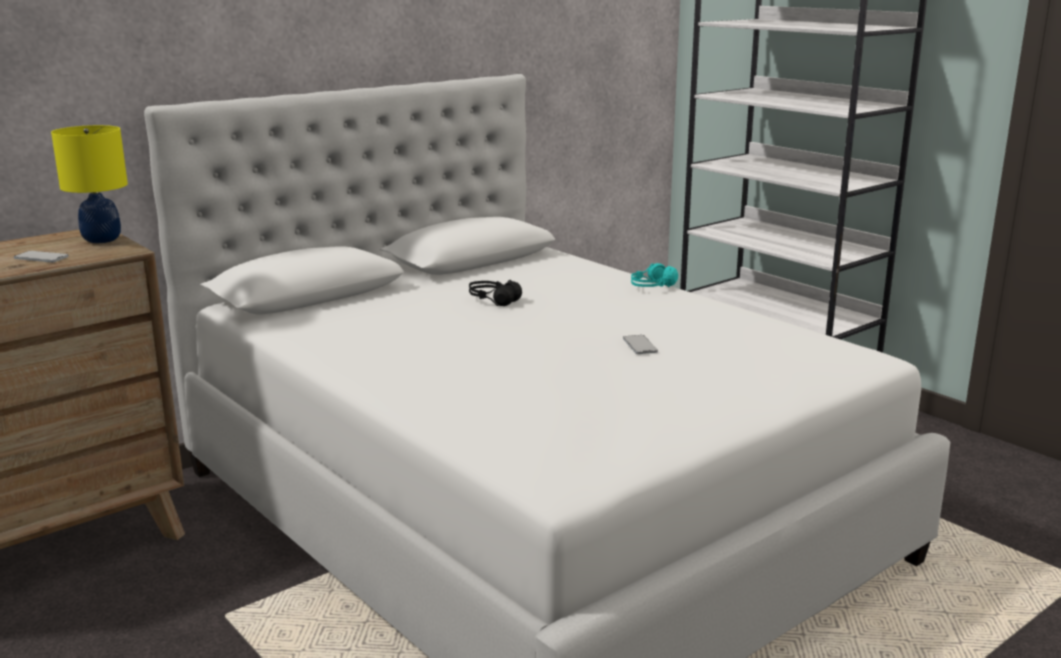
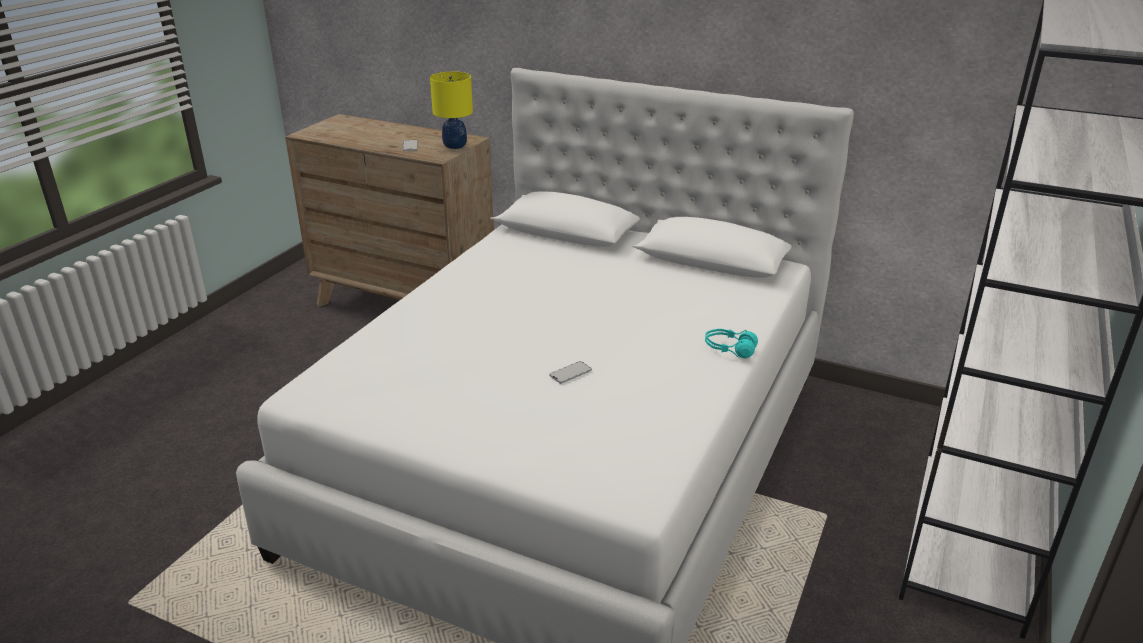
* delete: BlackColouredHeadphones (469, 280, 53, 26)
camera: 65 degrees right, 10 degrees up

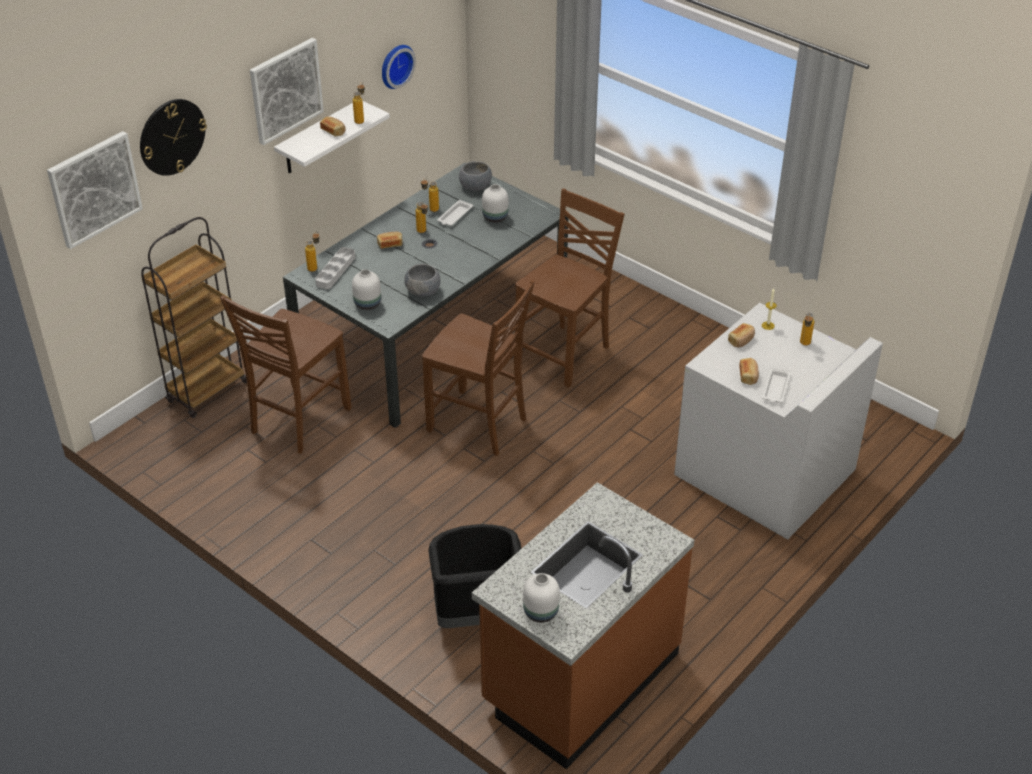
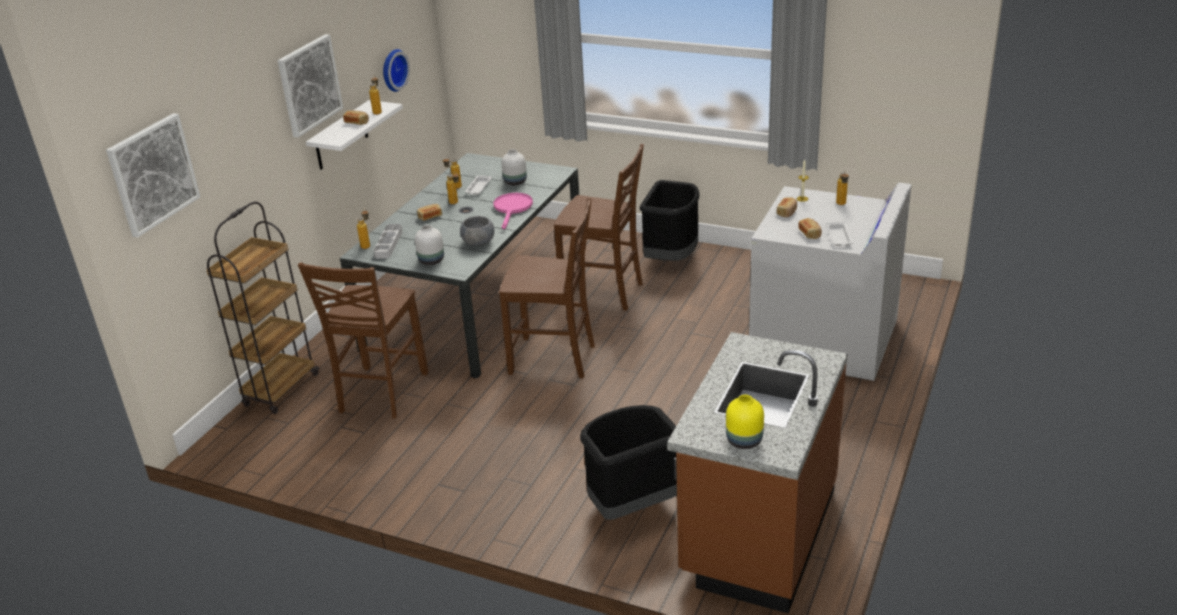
* delete: WallClock (140, 99, 67, 77)
* delete: GrayDeepDish (459, 161, 33, 30)
* insert: PinkishSkillet (494, 193, 39, 36)
* insert: BlackColouredWasteBin (640, 180, 60, 81)
* recolor: WhiteColouredVase (523, 573, 37, 50) to YellowColouredVase (726, 395, 38, 54)
* rotate: BrownChair (515, 188, 109, 200) = (554, 144, 90, 167) 90 degrees clockwise
camera: 15 degrees left, 10 degrees down

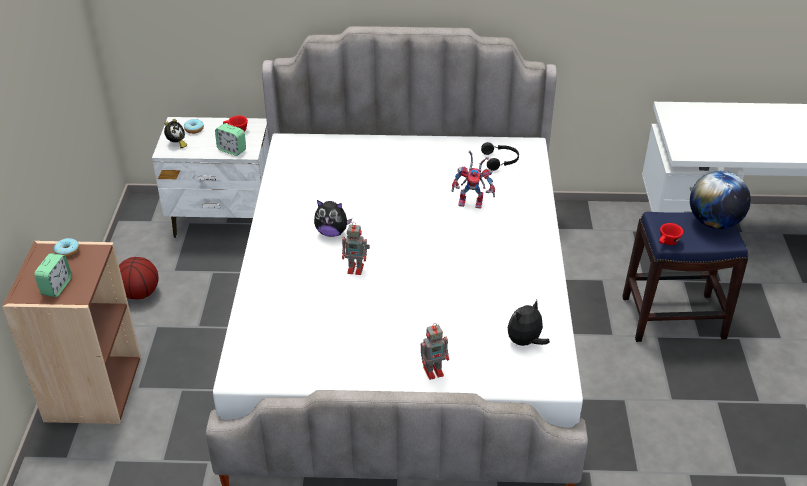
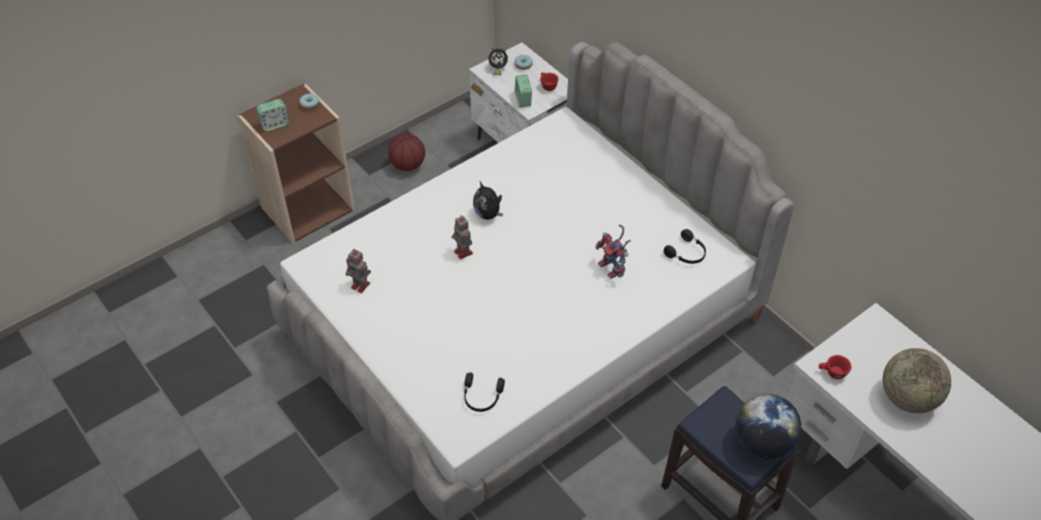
* insert: WorldGlobe (883, 348, 68, 65)
* move: RobotFigure (421, 323, 28, 57) to (346, 249, 25, 44)
* move: RedColouredSmallCup (659, 223, 24, 22) to (819, 355, 33, 24)
* replace: CuddlyToy (508, 300, 42, 46) to BlackColouredHeadphones (464, 372, 41, 40)
camera: 50 degrees right, 10 degrees up

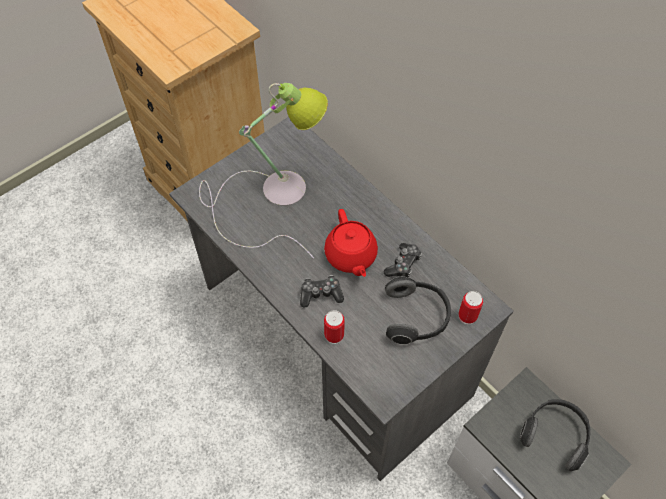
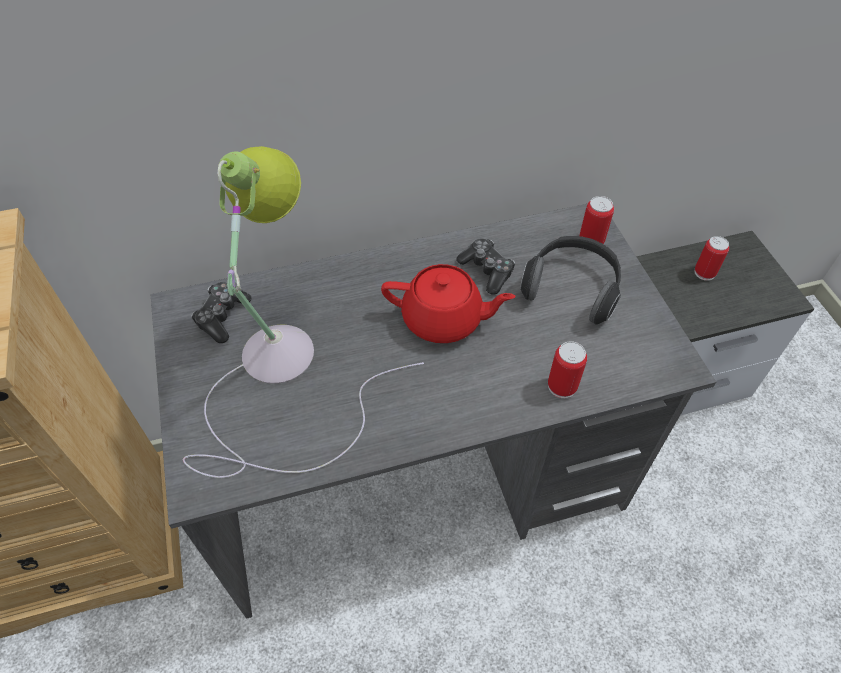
* move: GameController (300, 275, 44, 32) to (191, 282, 61, 61)
* replace: Headphones (520, 399, 71, 72) to SealedCan (694, 236, 35, 45)
camera: 65 degrees left, 5 degrees down

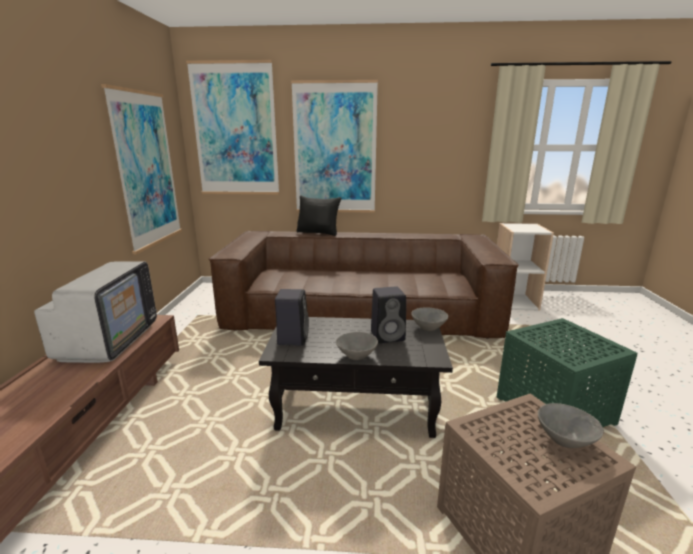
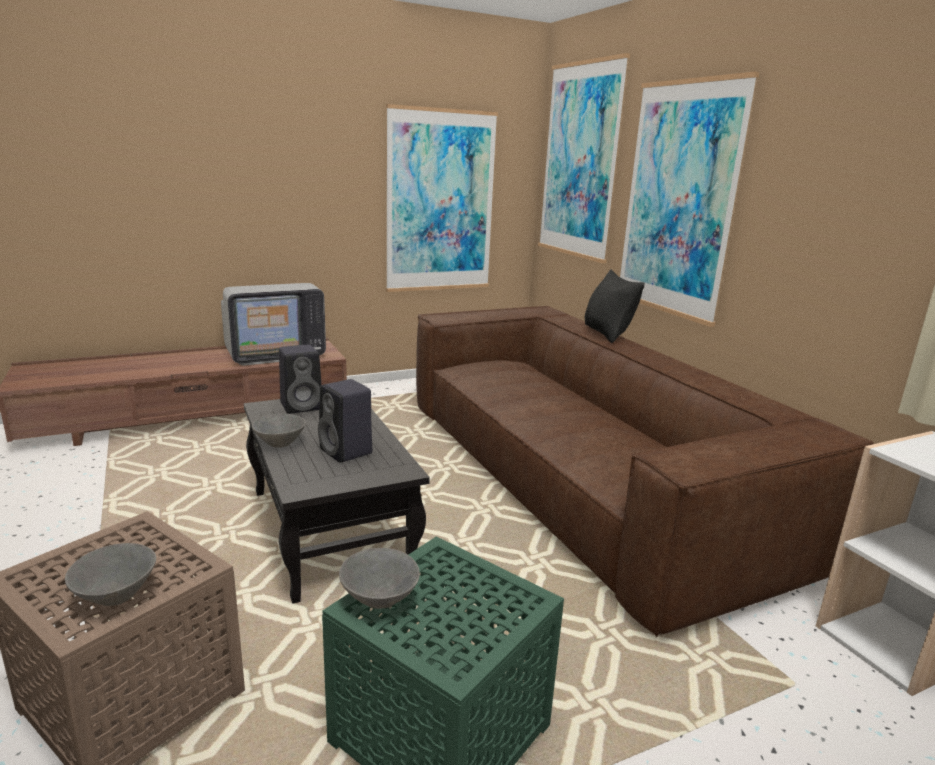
* move: GrayDeepDish (411, 308, 37, 23) to (339, 548, 81, 61)
camera: 60 degrees right, 0 degrees up

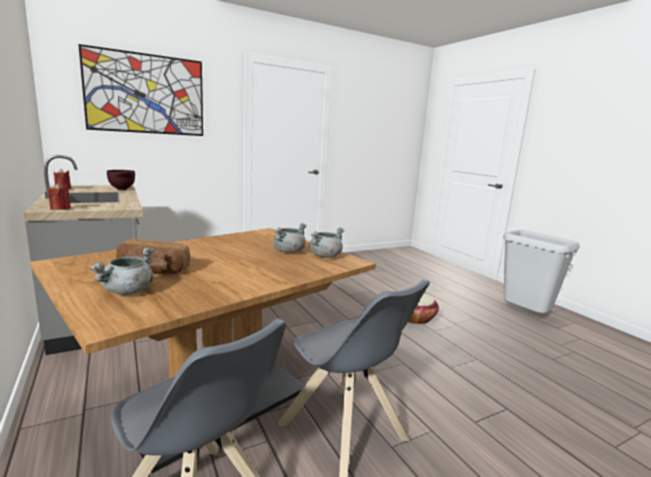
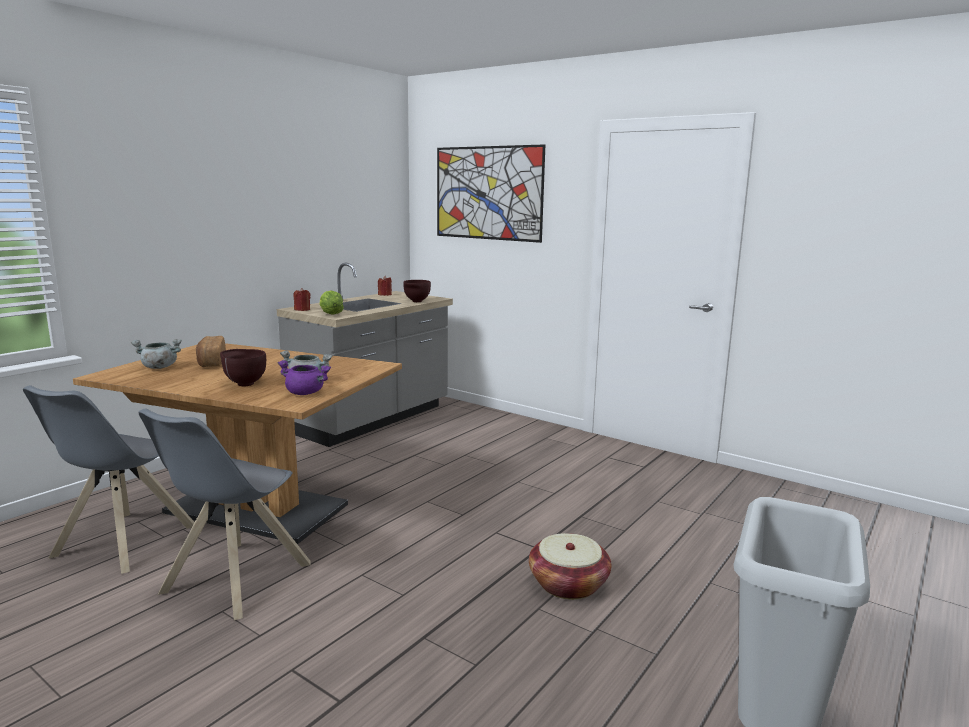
* insert: BrownDeepDish (220, 349, 46, 37)
* insert: HeadOfLettuce (319, 290, 25, 25)
* recolor: GrayCookingPot (309, 228, 36, 30) to PurplishCookingPot (278, 360, 53, 35)
camera: 65 degrees right, 0 degrees up

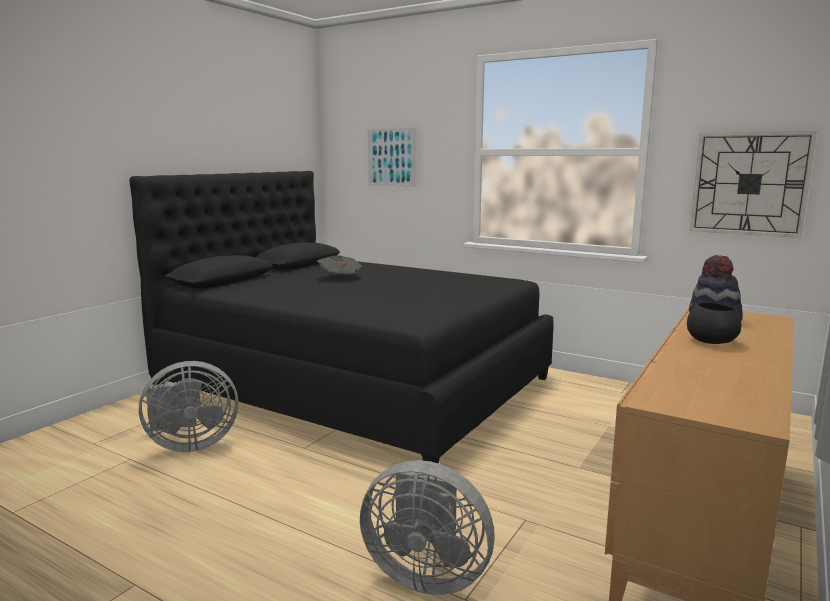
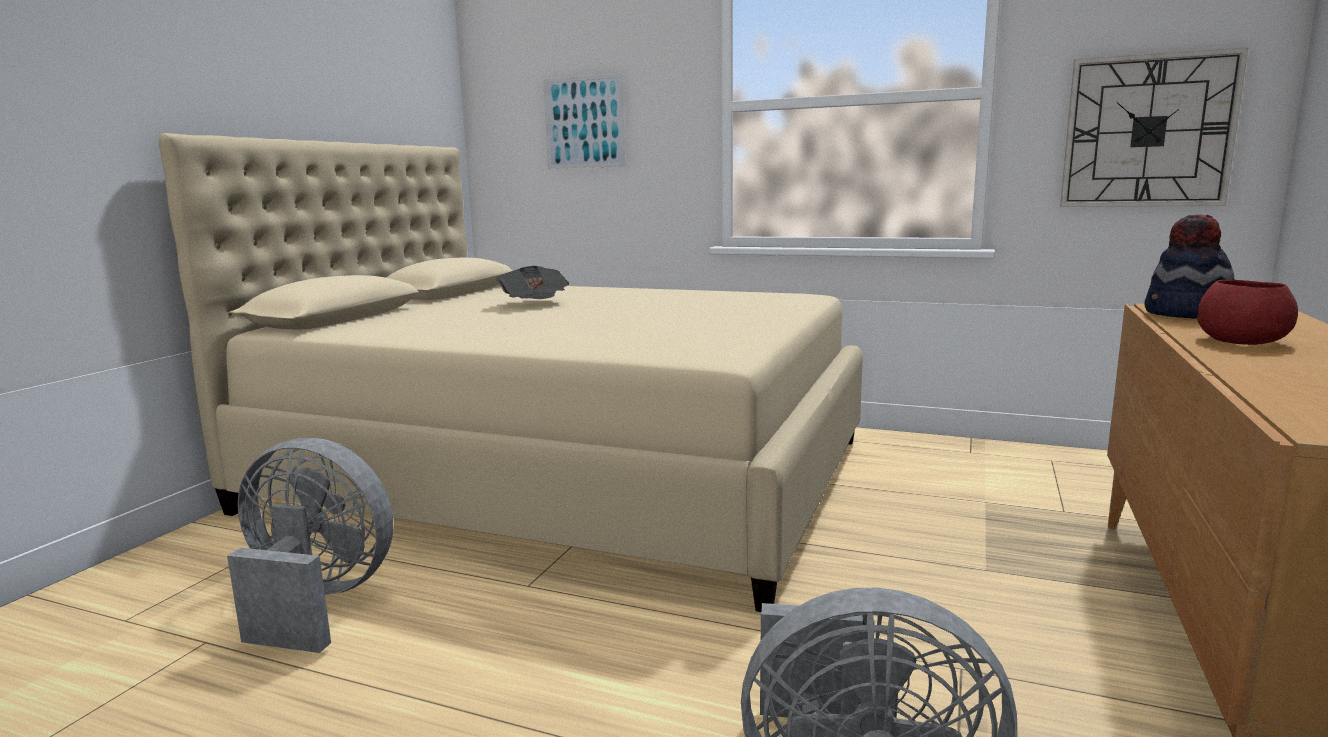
* recolor: BlackColouredSleepingBed (130, 171, 424, 293) to BeigeSleepingBed (159, 133, 704, 479)
* recolor: BlackColouredDeepDish (687, 302, 54, 42) to RedColouredDeepDish (1197, 279, 101, 66)
* rotate: GrayCoolingFan (139, 361, 99, 91) = (227, 438, 166, 215) 135 degrees counterclockwise
camera: 10 degrees left, 0 degrees up

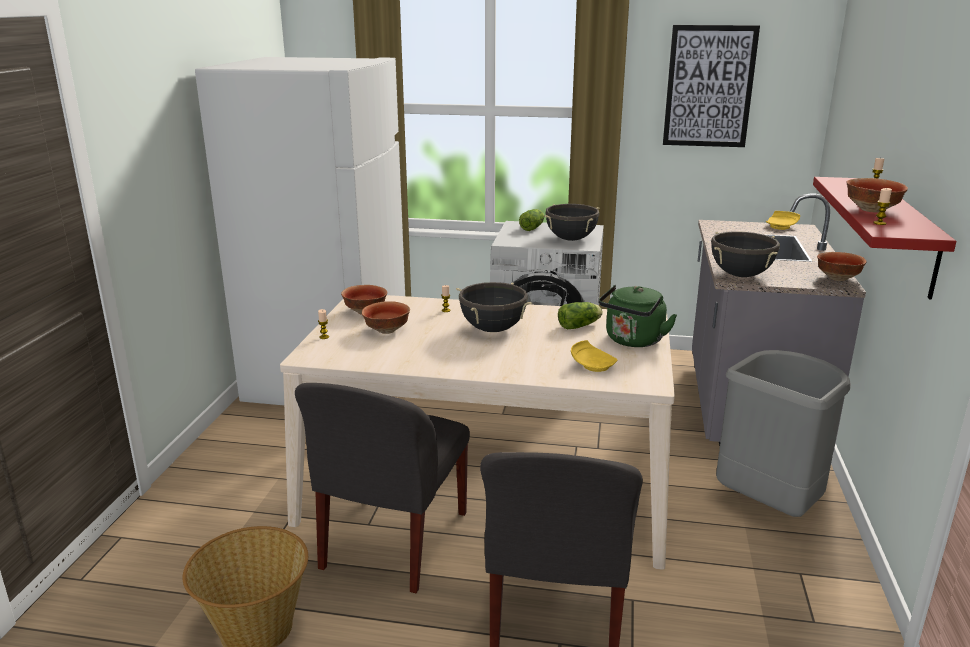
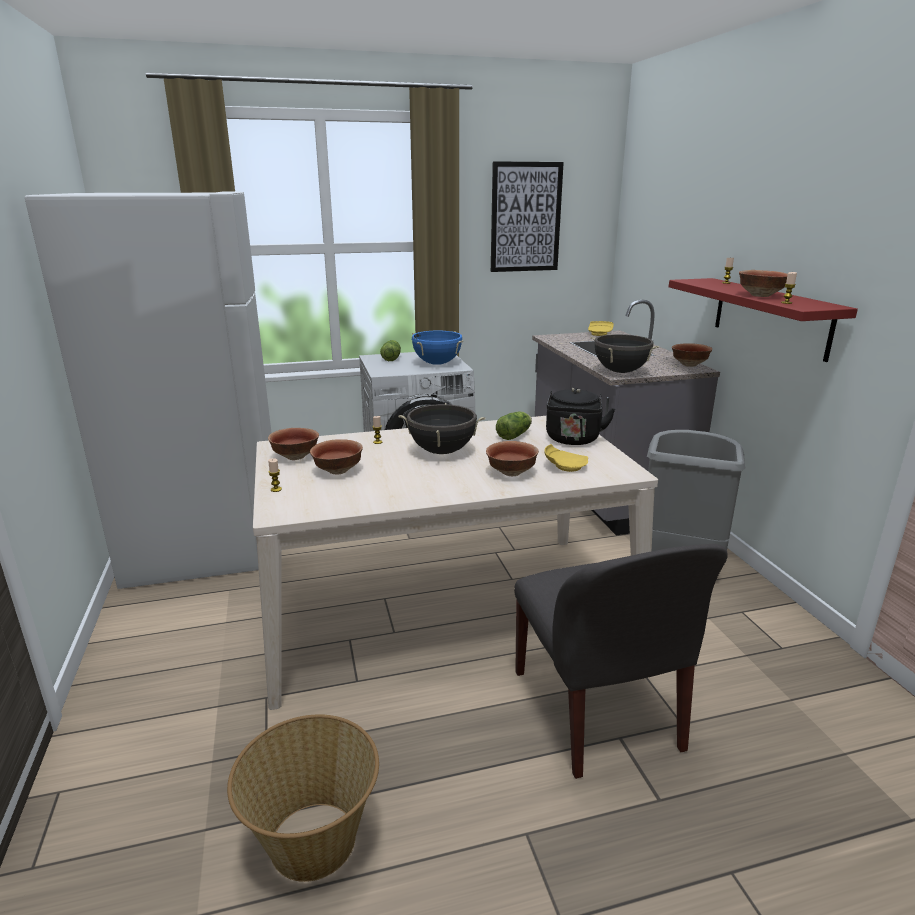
* delete: GrayChair (295, 383, 175, 210)
* insert: DeepDish (486, 441, 53, 35)
* recolor: BlackColouredCookingPot (544, 204, 56, 37) to BluishCookingPot (412, 331, 51, 34)
* recolor: GreenTeaKettle (599, 285, 78, 62) to BlackColouredTeaKettle (546, 388, 69, 57)
camera: 25 degrees left, 0 degrees up

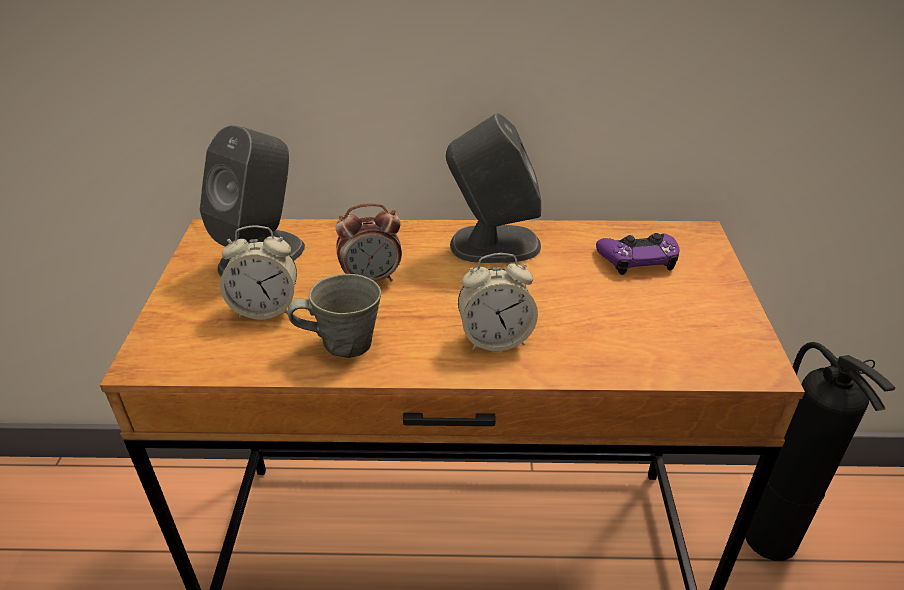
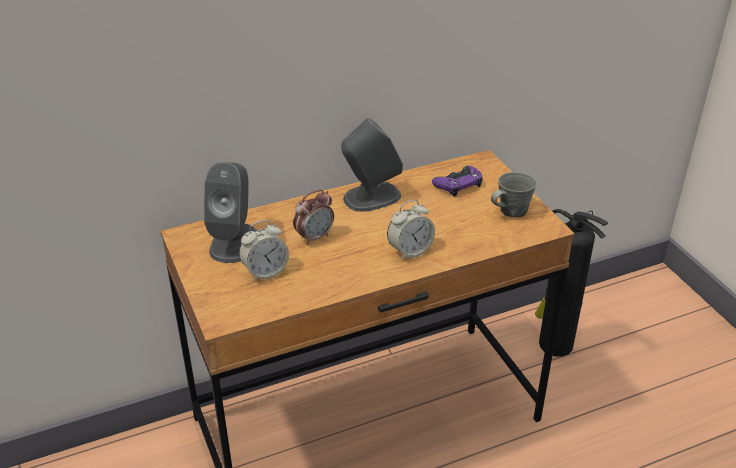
* move: GrayMug (288, 274, 93, 84) to (491, 172, 46, 46)
camera: 25 degrees left, 0 degrees up

